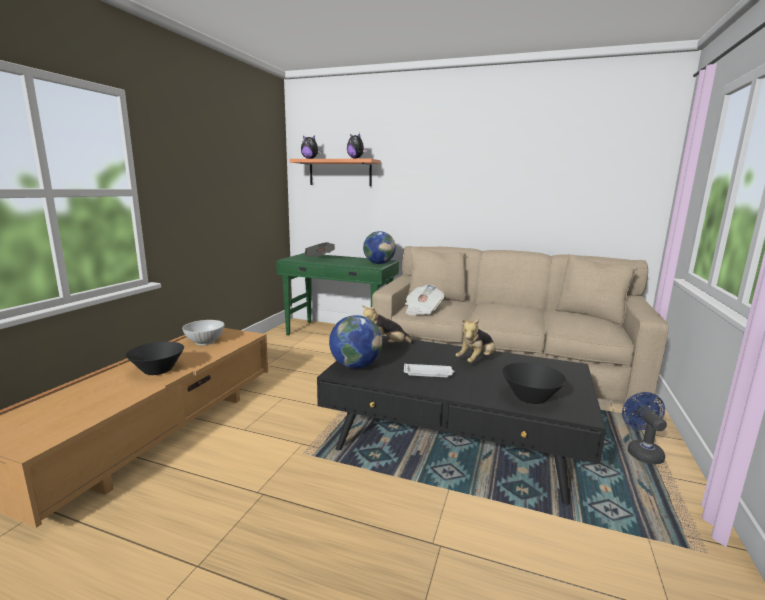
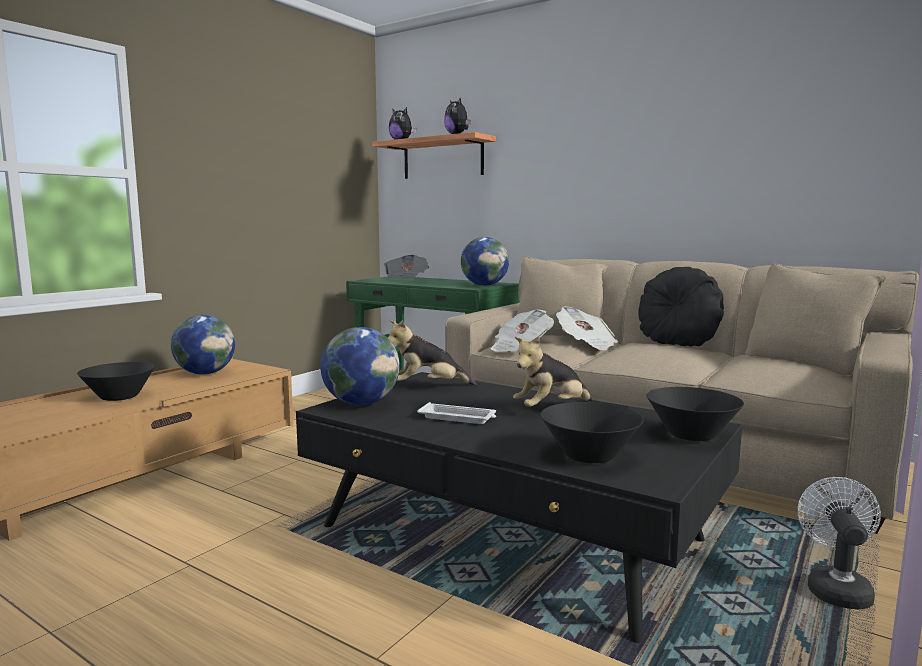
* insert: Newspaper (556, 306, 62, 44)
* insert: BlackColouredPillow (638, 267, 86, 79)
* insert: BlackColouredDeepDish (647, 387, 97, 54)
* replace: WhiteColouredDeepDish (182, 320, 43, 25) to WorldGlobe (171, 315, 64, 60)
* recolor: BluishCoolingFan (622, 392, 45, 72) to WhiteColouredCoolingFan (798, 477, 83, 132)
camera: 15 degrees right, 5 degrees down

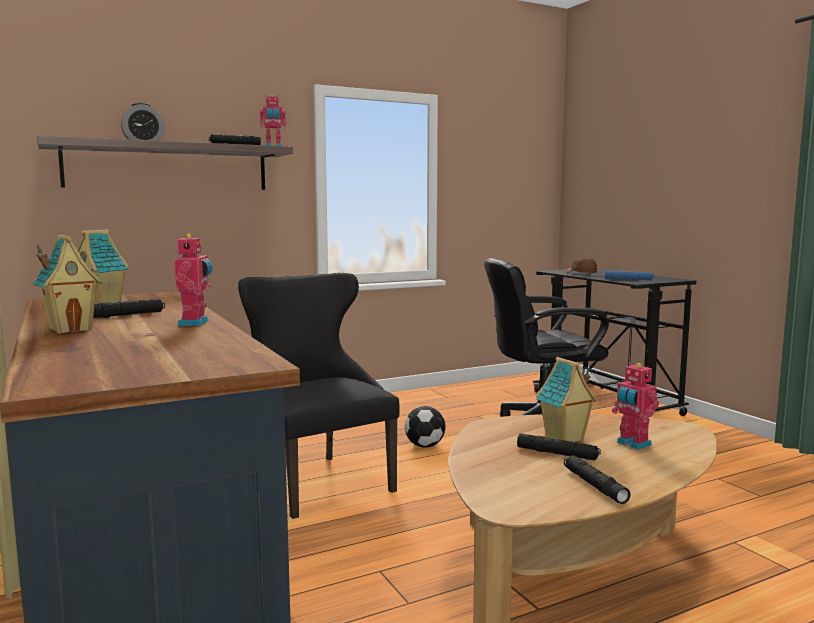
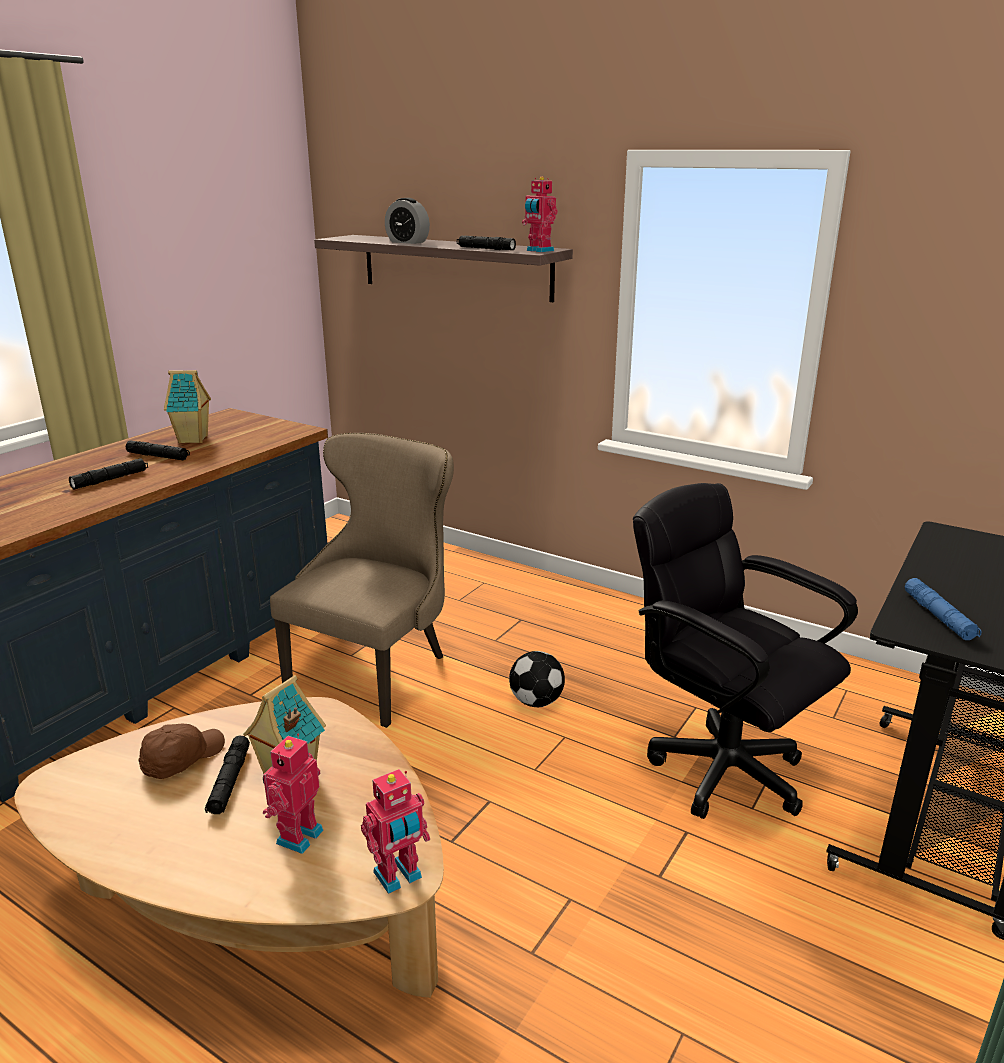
* delete: MiniatureHouse (32, 235, 71, 99)
* move: RobotFigure (174, 233, 38, 93) to (361, 769, 69, 125)
* move: BlackColouredFlashlight (564, 455, 67, 49) to (69, 458, 79, 32)
* move: BrownBaseballCap (566, 256, 31, 17) to (138, 724, 87, 55)
* recolor: BlackColouredChair (238, 273, 162, 246) to BeigeChair (270, 433, 184, 295)
camera: 60 degrees right, 15 degrees up

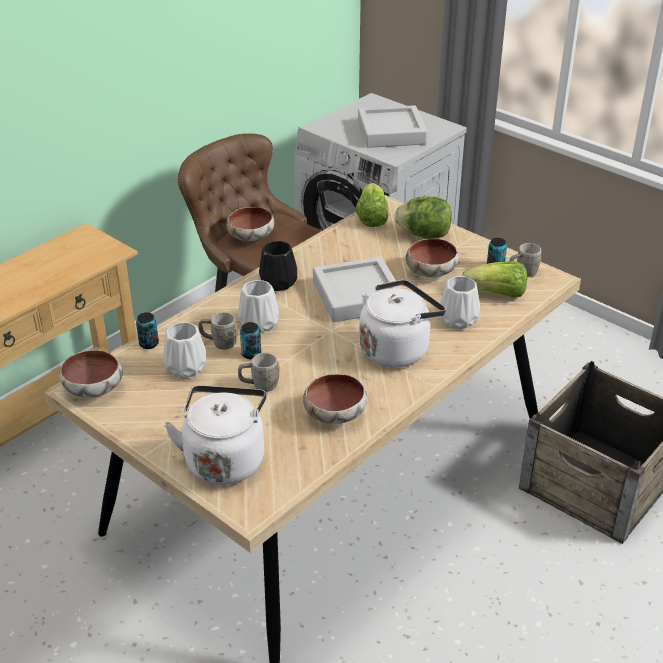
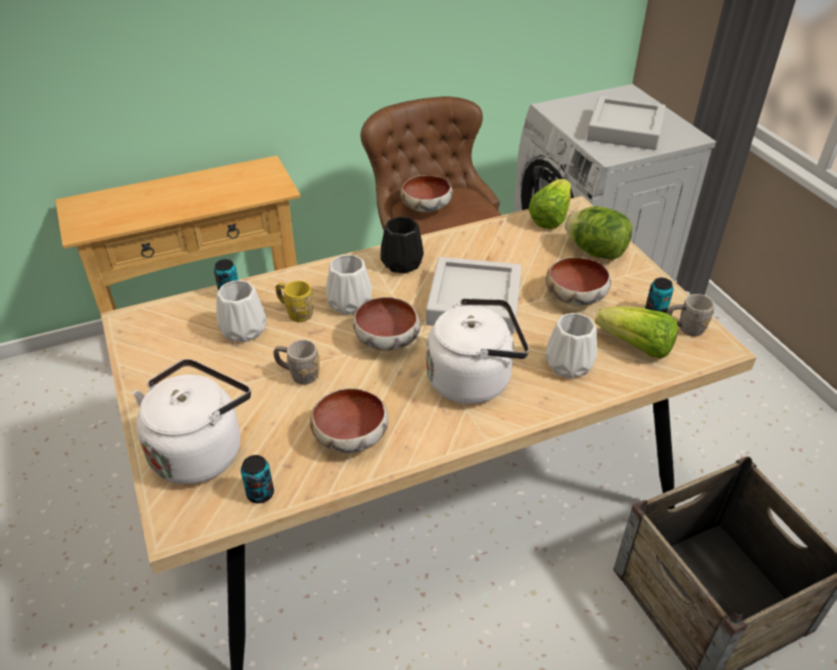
* move: DeepDish (59, 350, 64, 48) to (353, 297, 68, 54)
* move: SealedCan (240, 322, 21, 37) to (241, 455, 33, 48)
* recolor: GrayMug (198, 312, 40, 37) to YellowColouredMug (276, 281, 38, 41)
camera: 25 degrees right, 5 degrees up

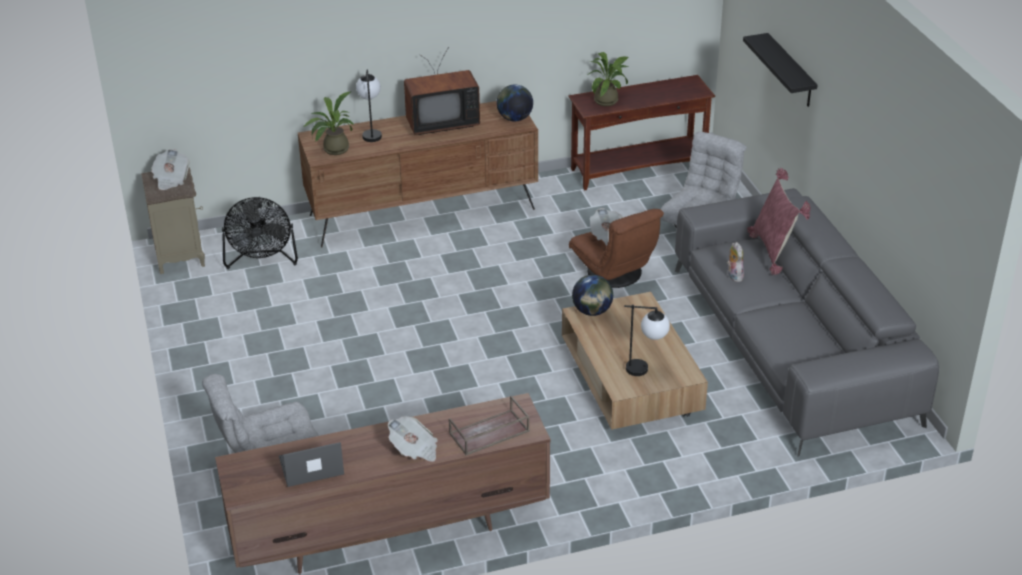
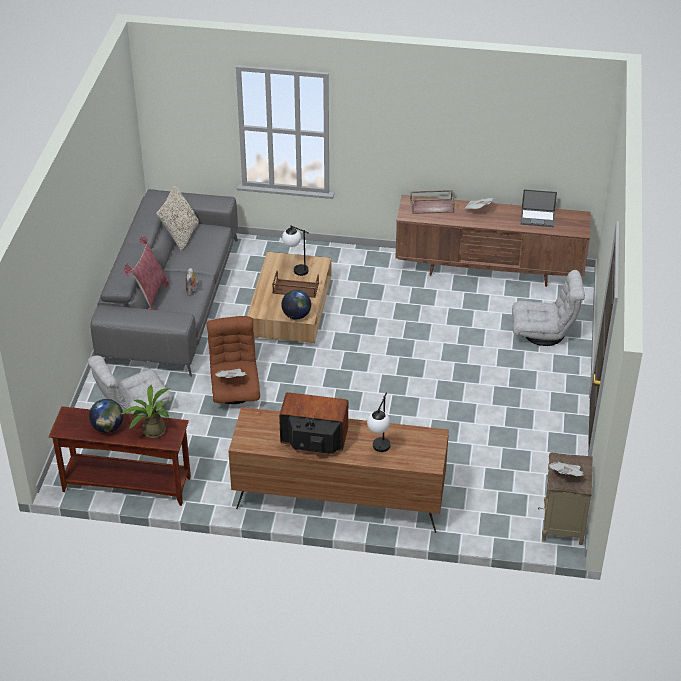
* delete: BlackColouredCoolingFan (222, 197, 76, 72)
* delete: Houseplant (303, 92, 51, 63)
* delete: BlackColouredBracketShelf (743, 33, 74, 74)
* insert: BeigePillow (156, 186, 43, 64)
* insert: BrownServingTray (272, 270, 47, 28)
* move: WorldGlobe (496, 84, 37, 37) to (89, 399, 34, 34)
camera: 155 degrees left, 5 degrees up

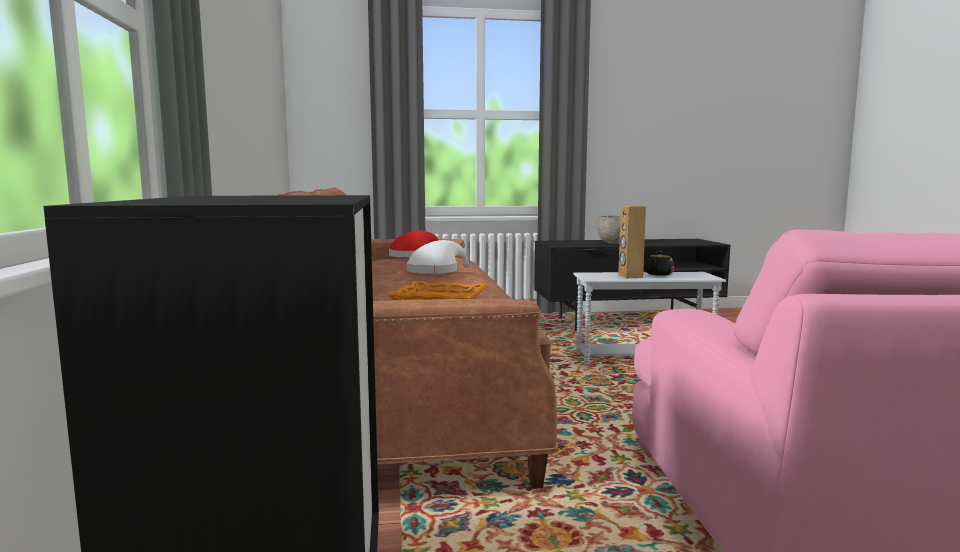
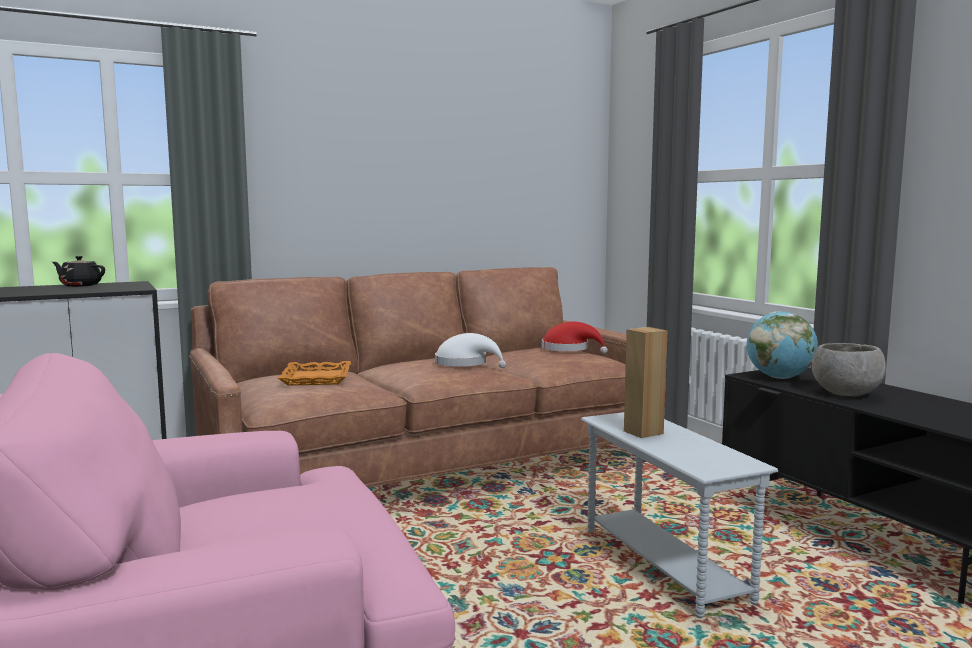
* insert: WorldGlobe (746, 311, 72, 68)
* move: BlackColouredTeapot (644, 251, 31, 25) to (52, 256, 53, 31)
camera: 70 degrees right, 0 degrees up

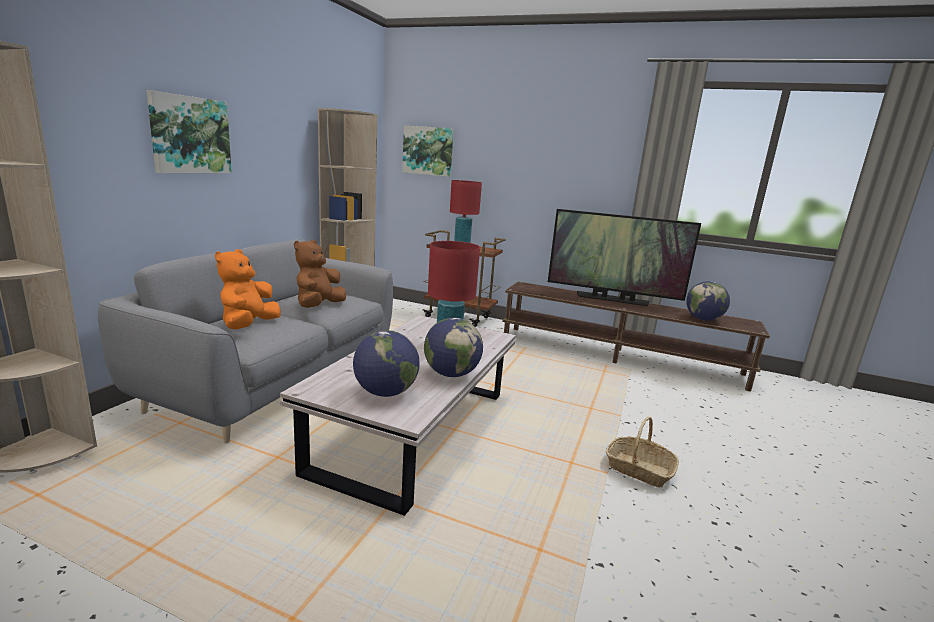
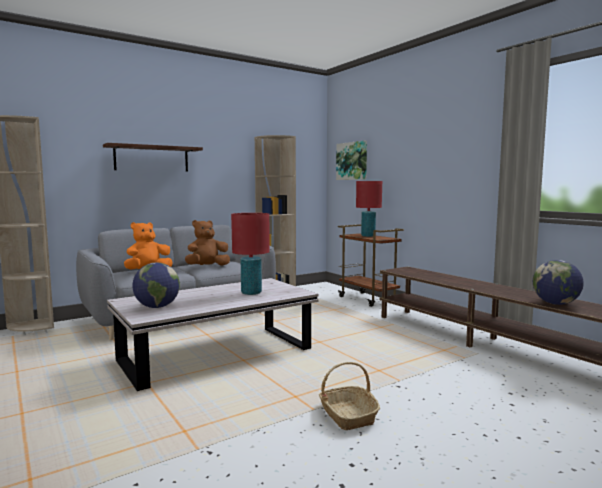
* delete: WorldGlobe (424, 318, 59, 59)
* delete: Television (548, 209, 153, 97)
* replace: WallPicture (146, 90, 86, 83) to BracketShelf (103, 143, 100, 29)
camera: 35 degrees right, 10 degrees down

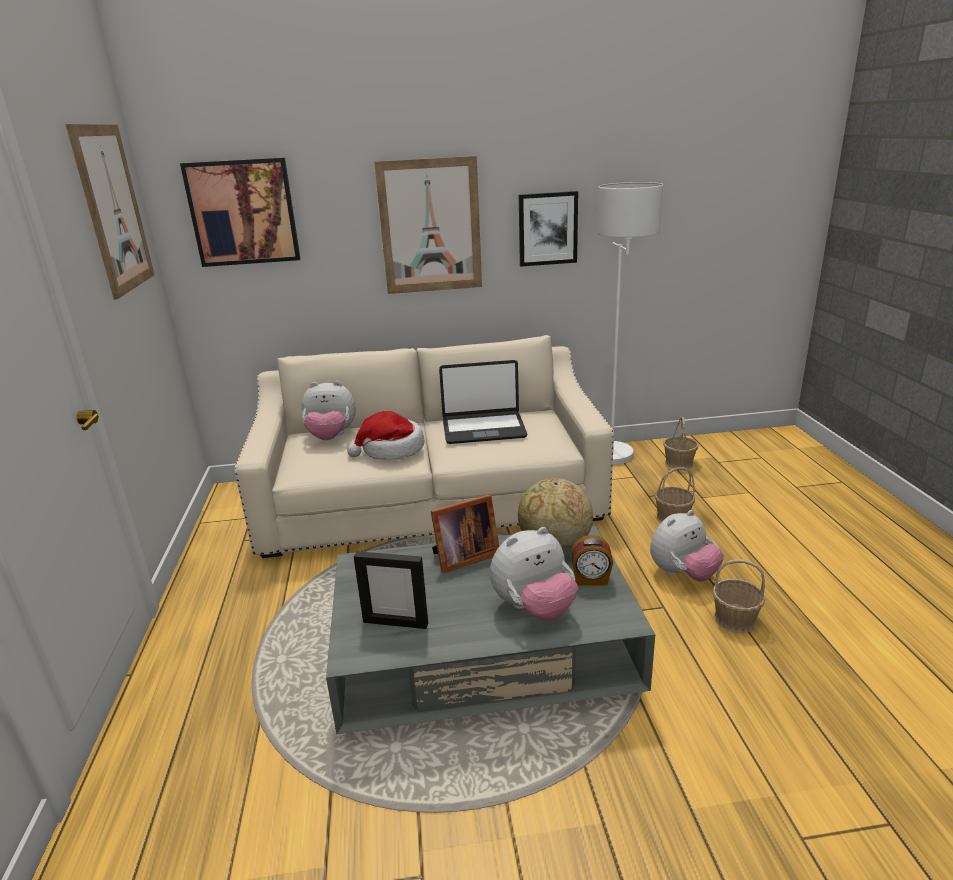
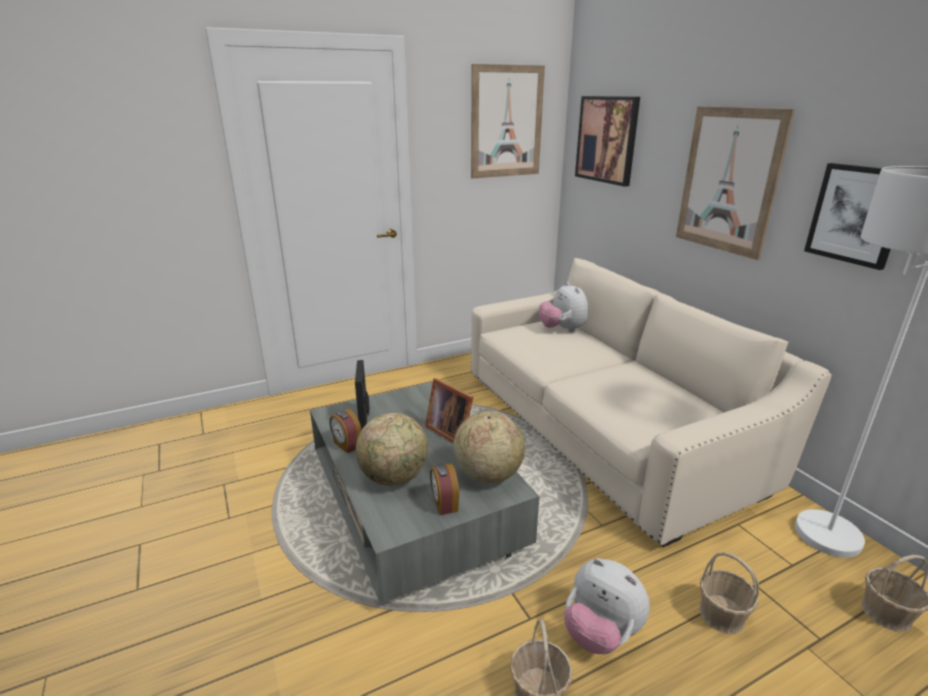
* delete: ClothingHat (347, 411, 77, 49)
* delete: PortableComputer (439, 360, 88, 84)
* insert: TableClock (330, 409, 31, 44)
* replace: CuddlyToy (490, 527, 88, 93) to WorldGlobe (356, 413, 72, 73)
camera: 70 degrees right, 0 degrees up

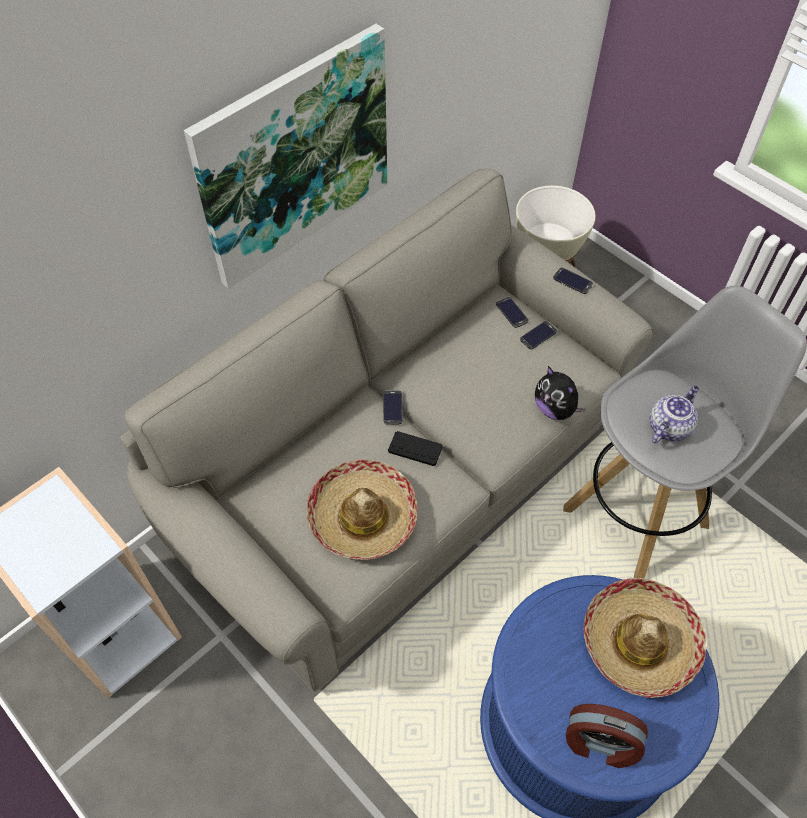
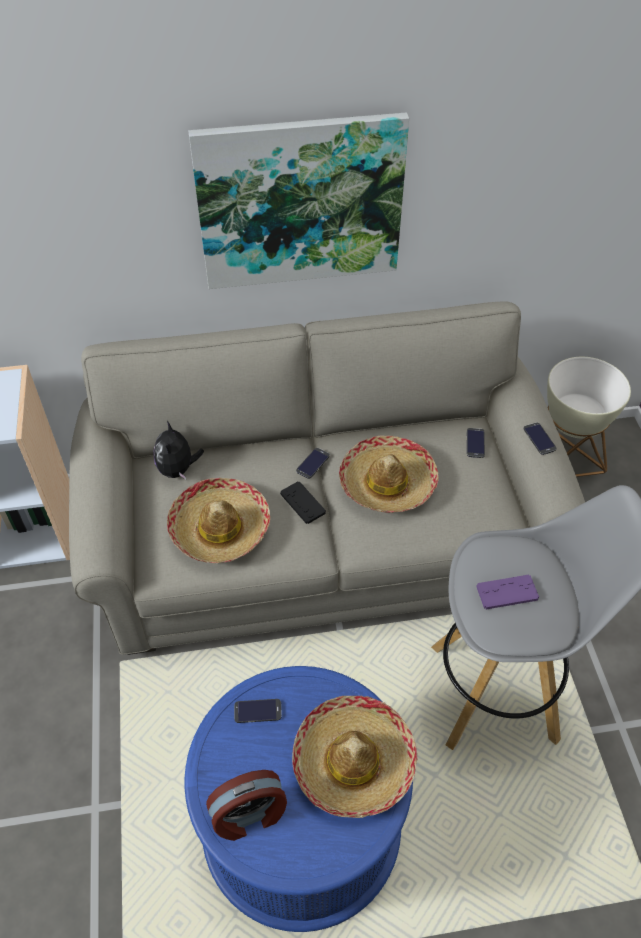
* insert: ClothingHat (339, 436, 100, 77)
* move: Handset (520, 321, 37, 28) to (234, 699, 48, 24)
* move: CuddlyToy (535, 366, 50, 54) to (154, 421, 50, 58)
* replace: Teapot (649, 385, 50, 58) to PurplishGameController (476, 575, 63, 34)
* rotate: TableClock (566, 704, 82, 64) = (206, 770, 81, 71) 75 degrees counterclockwise
camera: 35 degrees right, 5 degrees down

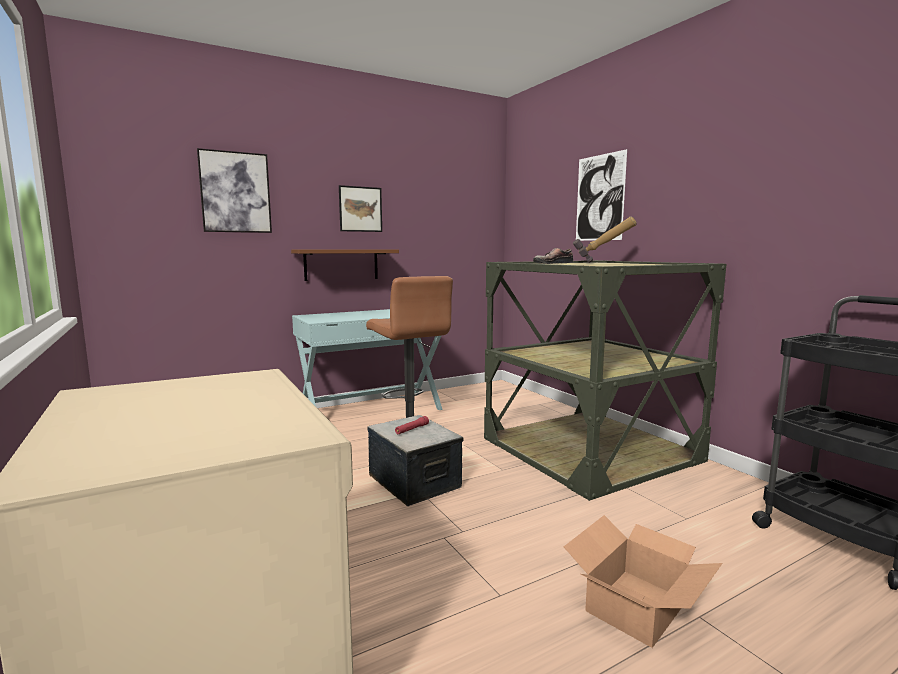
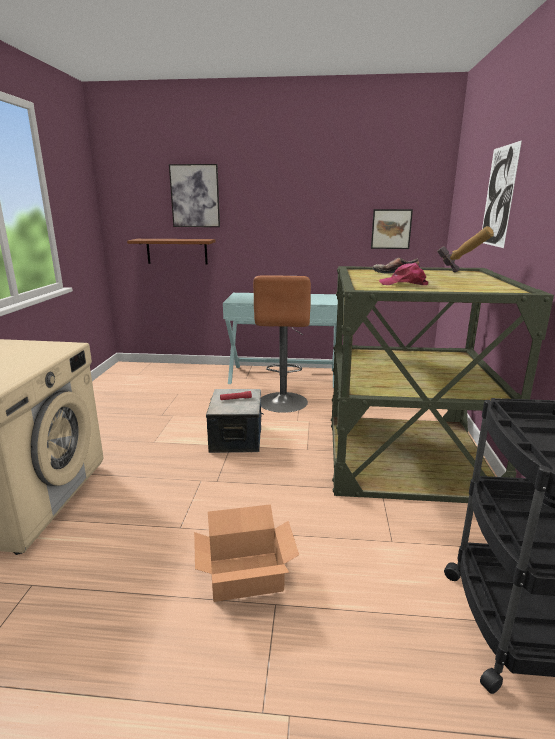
* insert: PinkishBaseballCap (379, 263, 49, 22)
* move: BrownBracketShelf (291, 249, 108, 32) to (127, 239, 89, 25)
* move: WallPicture (339, 185, 43, 47) to (371, 209, 42, 40)
camera: 35 degrees right, 10 degrees up

